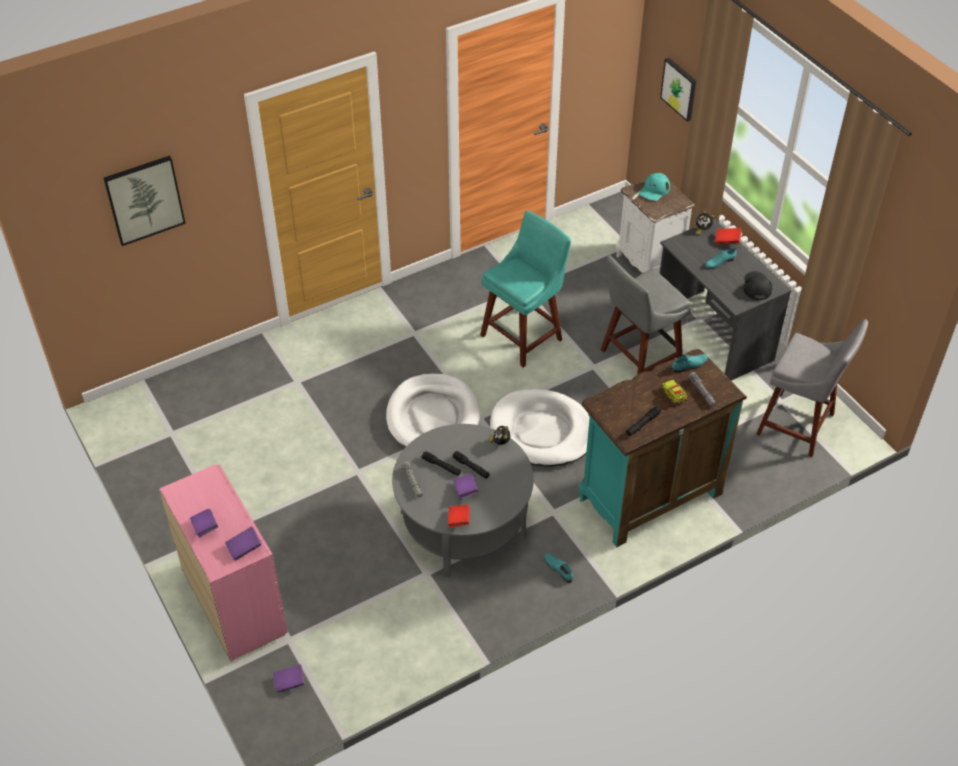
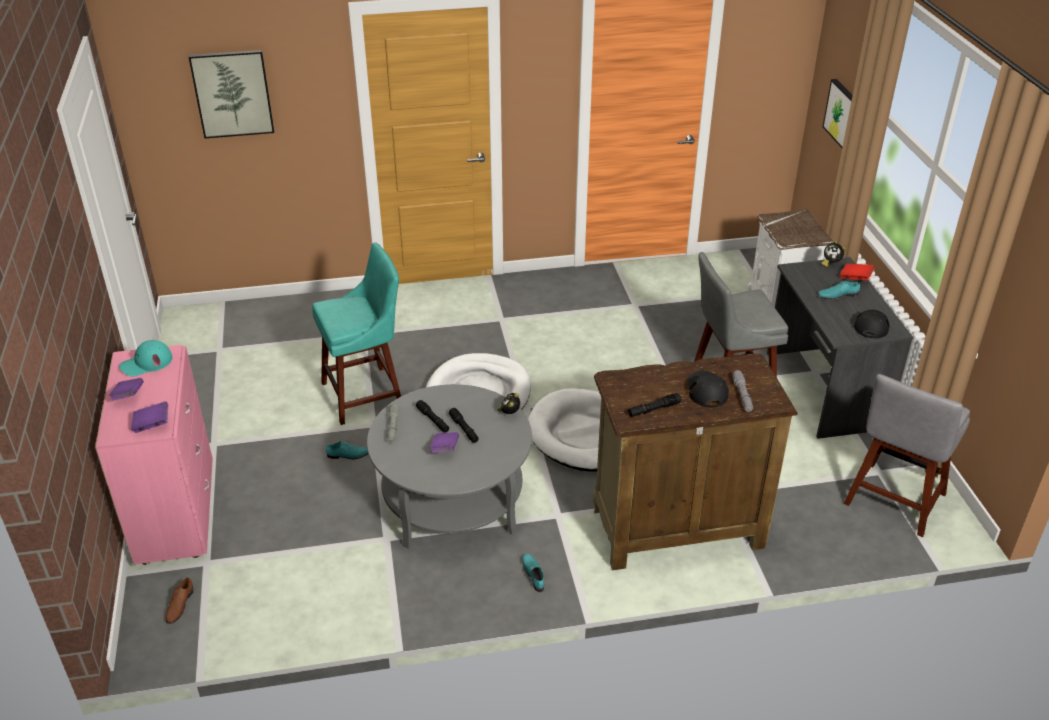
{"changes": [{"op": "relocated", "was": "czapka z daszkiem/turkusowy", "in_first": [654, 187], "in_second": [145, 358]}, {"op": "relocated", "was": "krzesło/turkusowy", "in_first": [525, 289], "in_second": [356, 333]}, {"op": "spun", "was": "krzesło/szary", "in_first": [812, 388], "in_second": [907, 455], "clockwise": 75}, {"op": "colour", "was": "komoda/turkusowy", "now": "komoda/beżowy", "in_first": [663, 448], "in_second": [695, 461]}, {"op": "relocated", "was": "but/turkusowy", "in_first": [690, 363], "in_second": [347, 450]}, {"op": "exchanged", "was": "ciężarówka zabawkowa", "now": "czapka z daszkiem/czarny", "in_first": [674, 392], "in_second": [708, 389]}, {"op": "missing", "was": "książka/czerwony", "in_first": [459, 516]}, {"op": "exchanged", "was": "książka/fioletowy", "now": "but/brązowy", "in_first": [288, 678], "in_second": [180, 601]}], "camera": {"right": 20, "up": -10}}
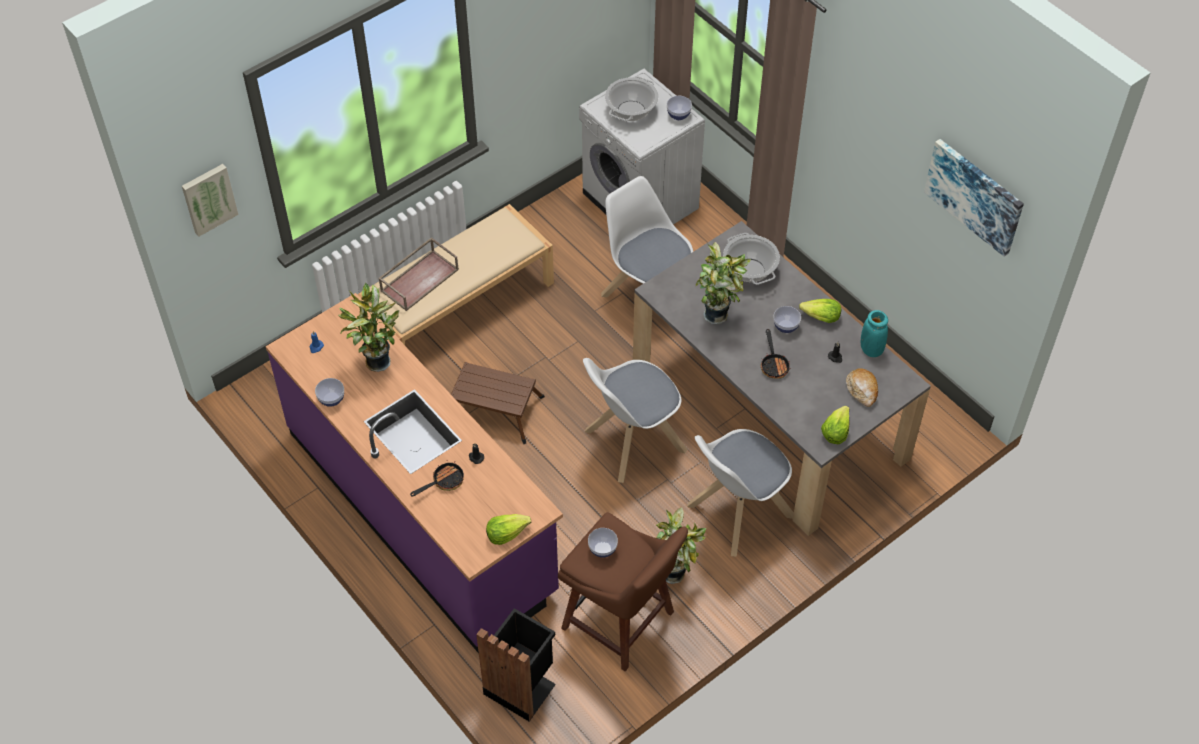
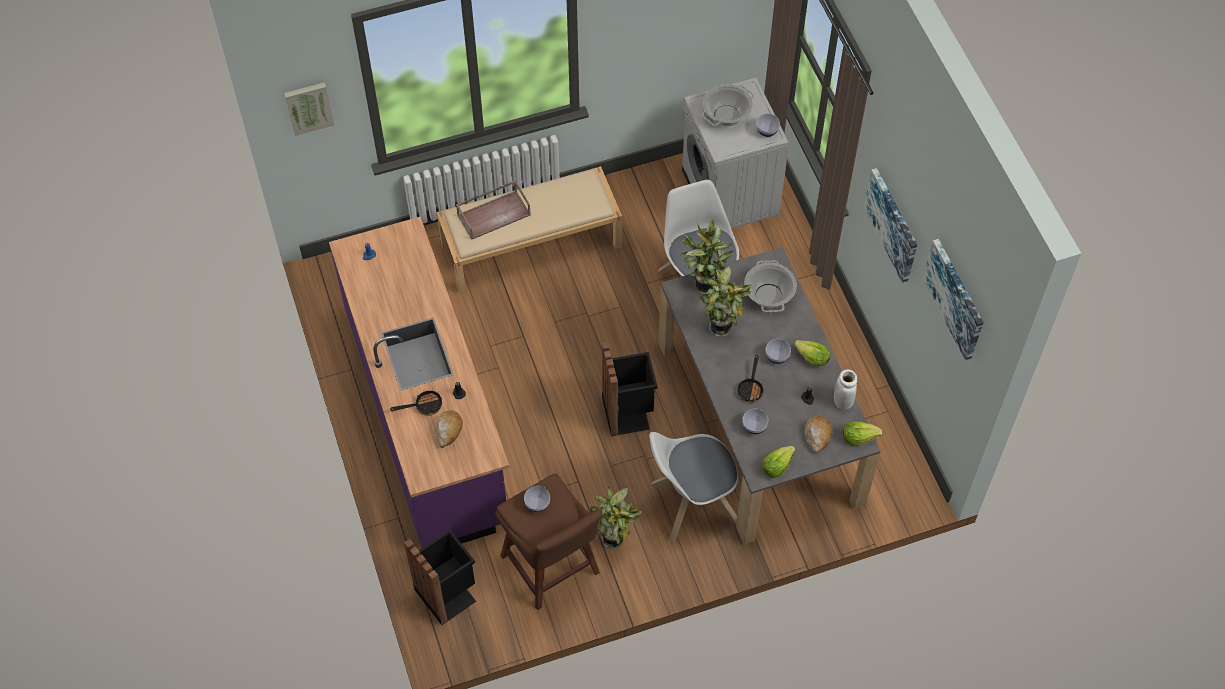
{"changes": [{"op": "relocated", "was": "roślina doniczkowa", "in_first": [368, 327], "in_second": [707, 257]}, {"op": "colour", "was": "wazon/turkusowy", "now": "wazon/biały", "in_first": [874, 333], "in_second": [845, 389]}, {"op": "exchanged", "was": "krzesło", "now": "kosz na śmieci/czarny", "in_first": [635, 420], "in_second": [629, 389]}, {"op": "missing", "was": "drabinka/brązowy", "in_first": [498, 403]}, {"op": "relocated", "was": "miska", "in_first": [329, 392], "in_second": [755, 421]}, {"op": "relocated", "was": "sałata", "in_first": [508, 529], "in_second": [863, 433]}, {"op": "appeared", "now": "obraz", "in_second": [890, 225]}, {"op": "appeared", "now": "chleb", "in_second": [448, 429]}], "camera": {"right": 20, "up": 5}}
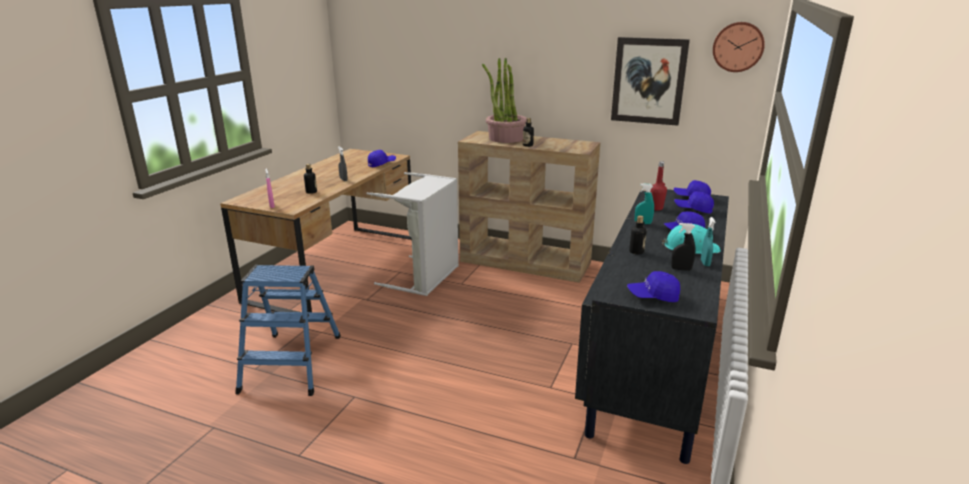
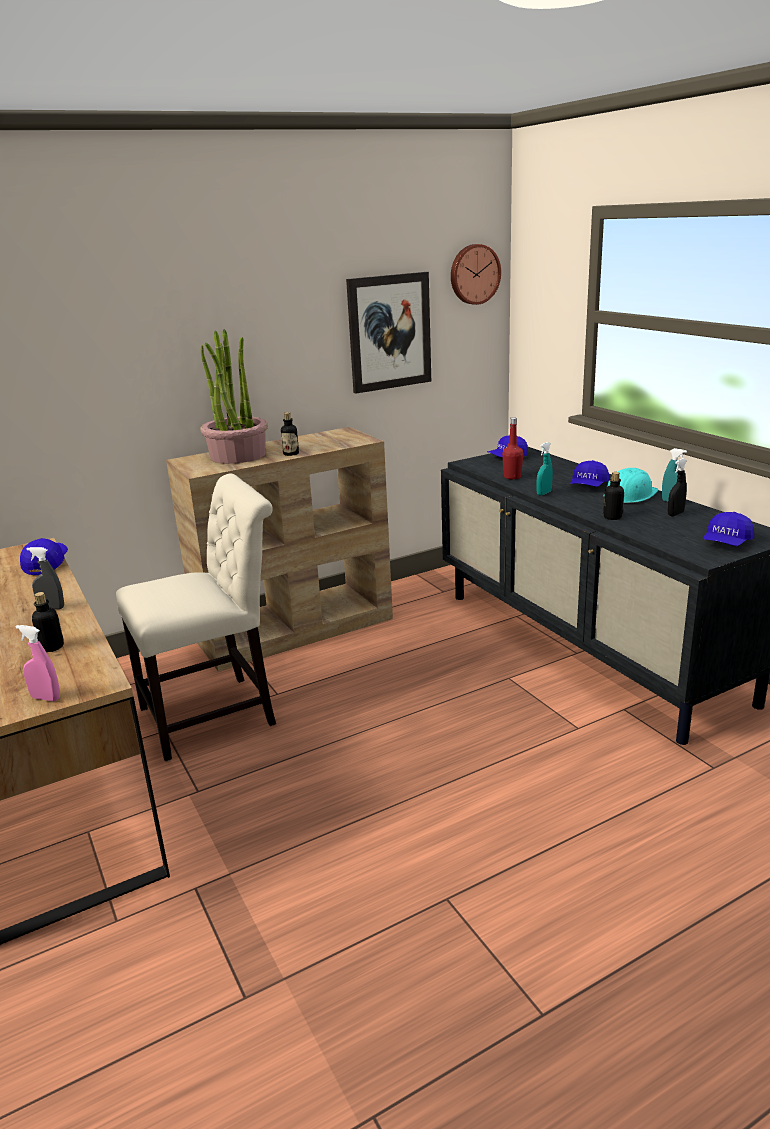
{"changes": [{"op": "exchanged", "was": "kosz na pranie/szary", "now": "krzesło/beżowy", "in_first": [412, 234], "in_second": [196, 617]}, {"op": "missing", "was": "czapka z daszkiem/niebieski", "in_first": [694, 202]}, {"op": "missing", "was": "drabinka/niebieski", "in_first": [288, 330]}], "camera": {"right": -50, "up": 0}}
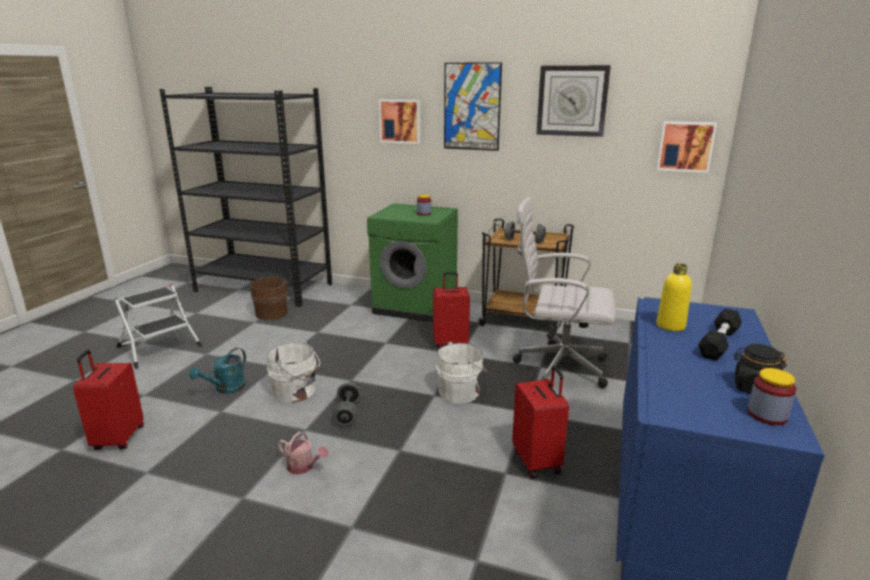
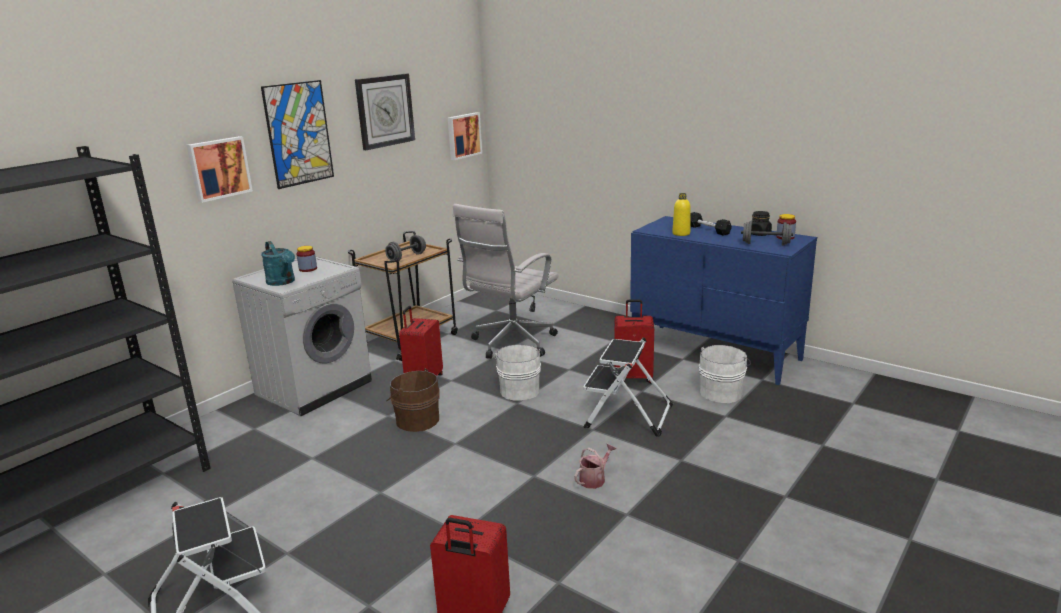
{"changes": [{"op": "colour", "was": "pralka/zielony", "now": "pralka/biały", "in_first": [412, 262], "in_second": [302, 336]}, {"op": "relocated", "was": "wiadro/brązowy", "in_first": [270, 298], "in_second": [413, 400]}, {"op": "relocated", "was": "wiadro/biały", "in_first": [293, 371], "in_second": [725, 374]}, {"op": "relocated", "was": "konewka/turkusowy", "in_first": [217, 371], "in_second": [278, 263]}, {"op": "relocated", "was": "hantel/szary", "in_first": [346, 404], "in_second": [767, 233]}, {"op": "appeared", "now": "drabinka", "in_second": [628, 387]}], "camera": {"right": -70, "up": 0}}
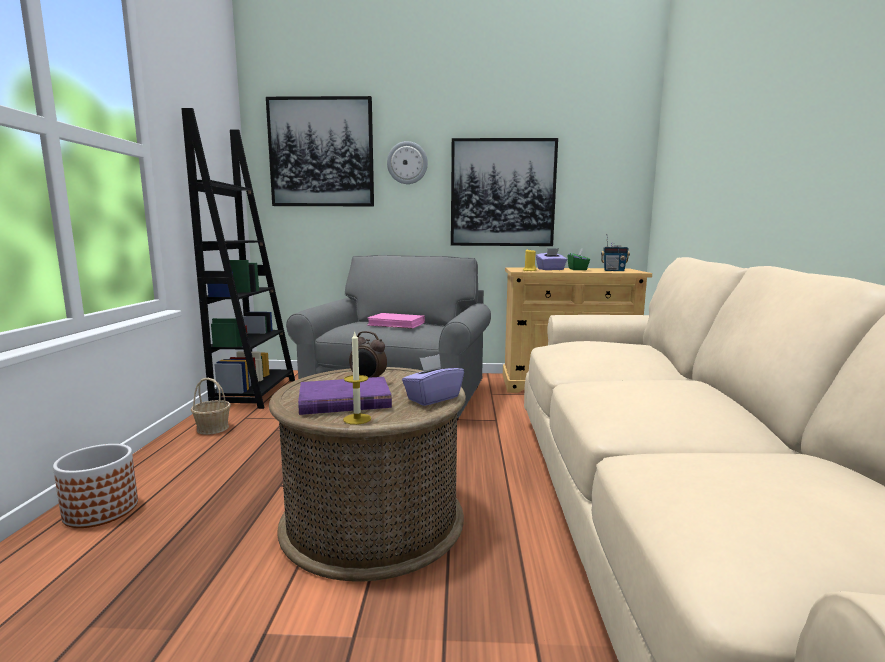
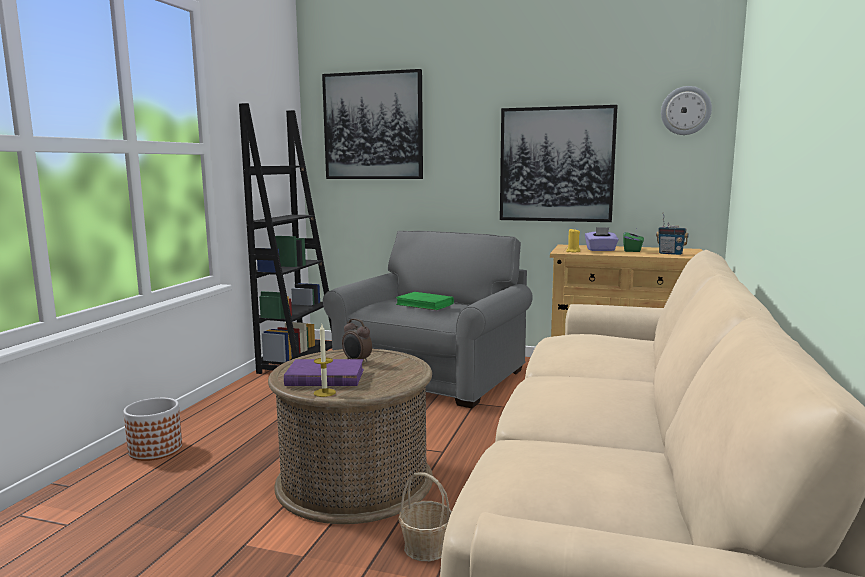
{"changes": [{"op": "relocated", "was": "zegar ścienny", "in_first": [407, 162], "in_second": [686, 110]}, {"op": "colour", "was": "książka/różowy", "now": "książka/zielony", "in_first": [396, 321], "in_second": [425, 301]}, {"op": "missing", "was": "pudełko chusteczek/fioletowy", "in_first": [433, 380]}, {"op": "relocated", "was": "koszyk", "in_first": [211, 406], "in_second": [425, 516]}], "camera": {"right": 15, "up": 0}}
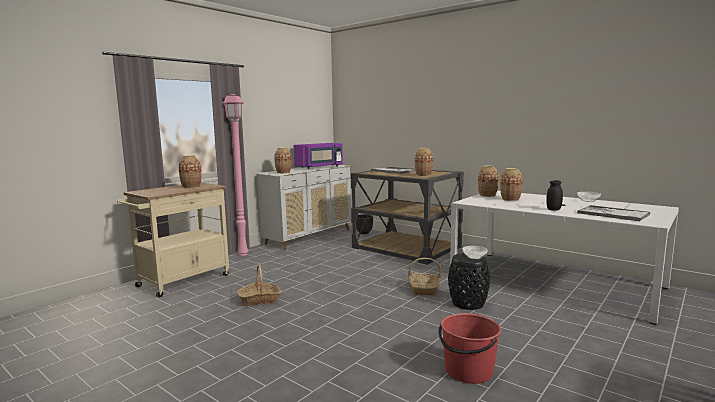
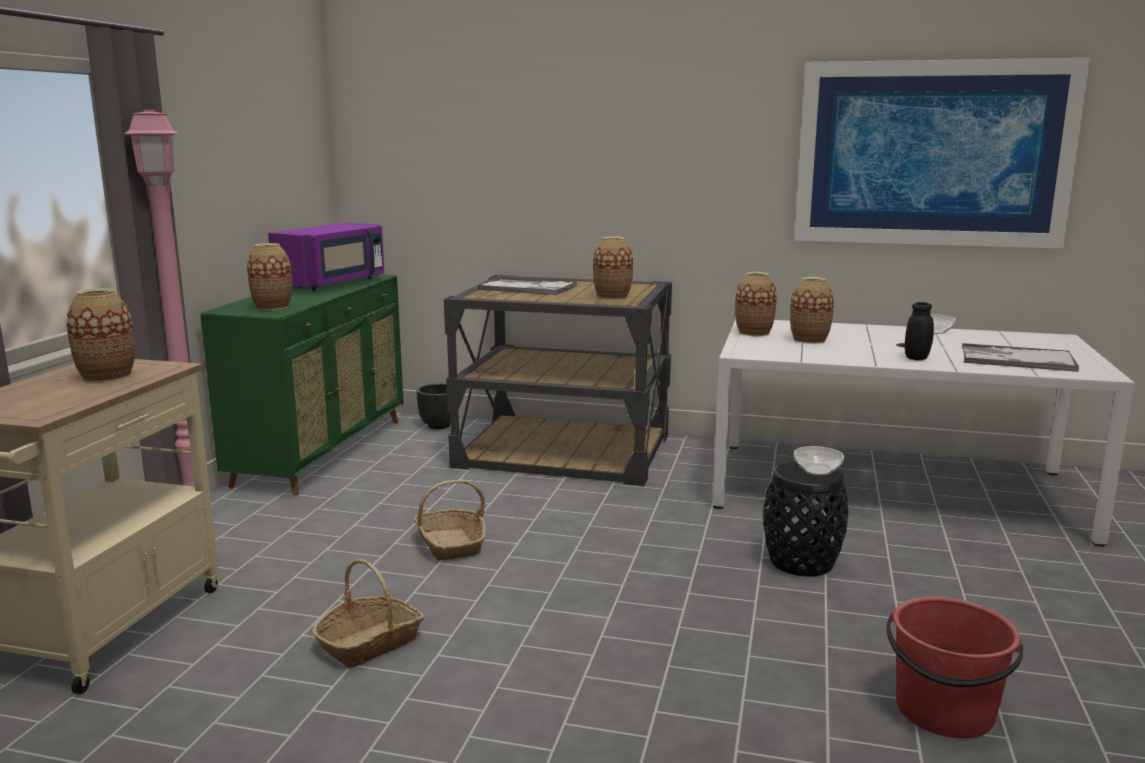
{"changes": [{"op": "colour", "was": "szafka/biały", "now": "szafka/zielony", "in_first": [304, 207], "in_second": [301, 384]}, {"op": "relocated", "was": "koszyk", "in_first": [424, 276], "in_second": [450, 520]}, {"op": "appeared", "now": "obraz", "in_second": [942, 153]}], "camera": {"right": -25, "up": 5}}
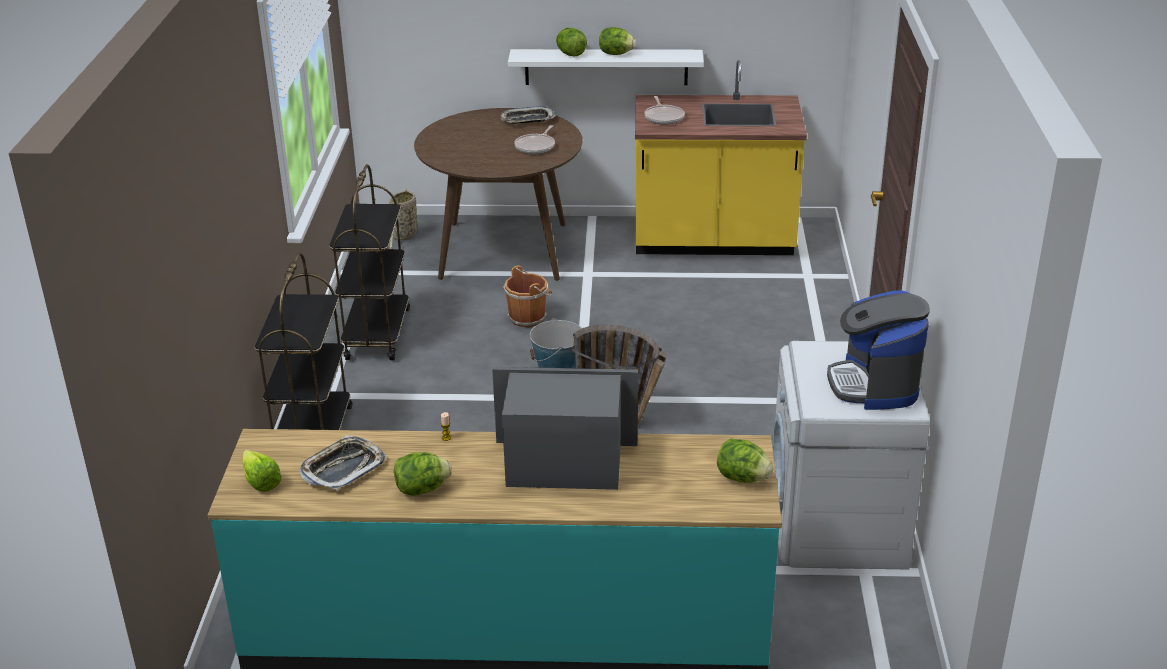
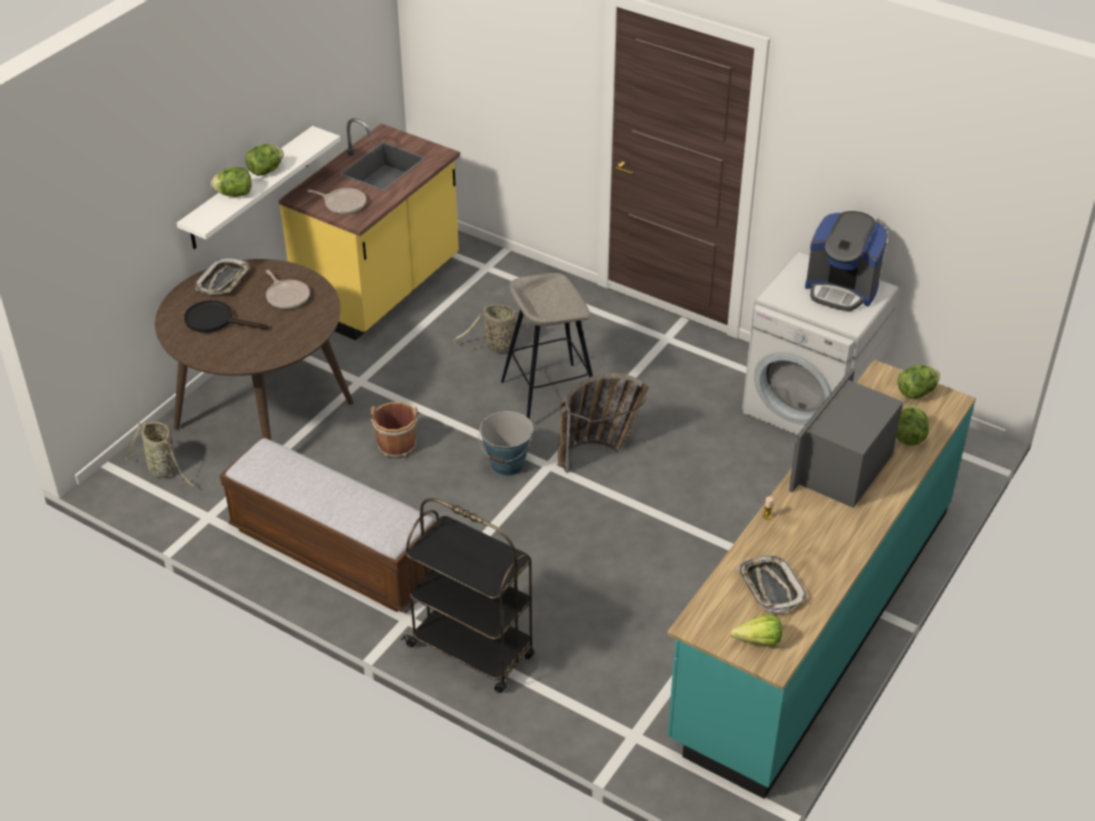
{"changes": [{"op": "exchanged", "was": "wózek/czarny", "now": "ławka", "in_first": [369, 262], "in_second": [328, 525]}, {"op": "relocated", "was": "sałata", "in_first": [423, 474], "in_second": [912, 426]}, {"op": "appeared", "now": "stołek/szary", "in_second": [547, 346]}, {"op": "appeared", "now": "patelnia/czarny", "in_second": [226, 316]}, {"op": "appeared", "now": "koszyk", "in_second": [493, 329]}], "camera": {"right": -60, "up": 10}}
